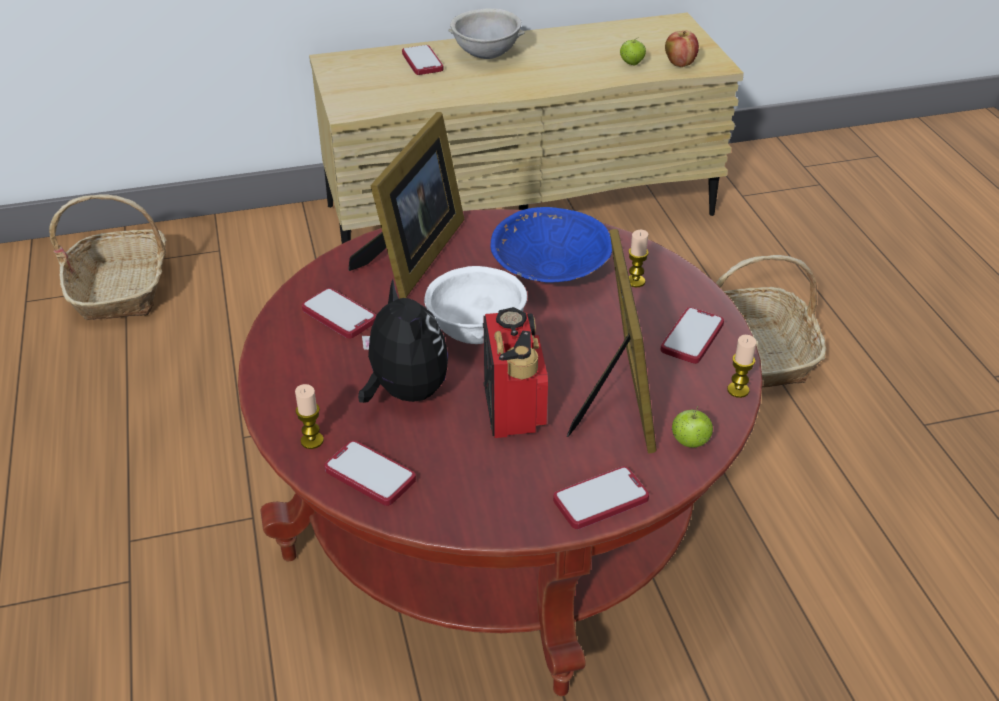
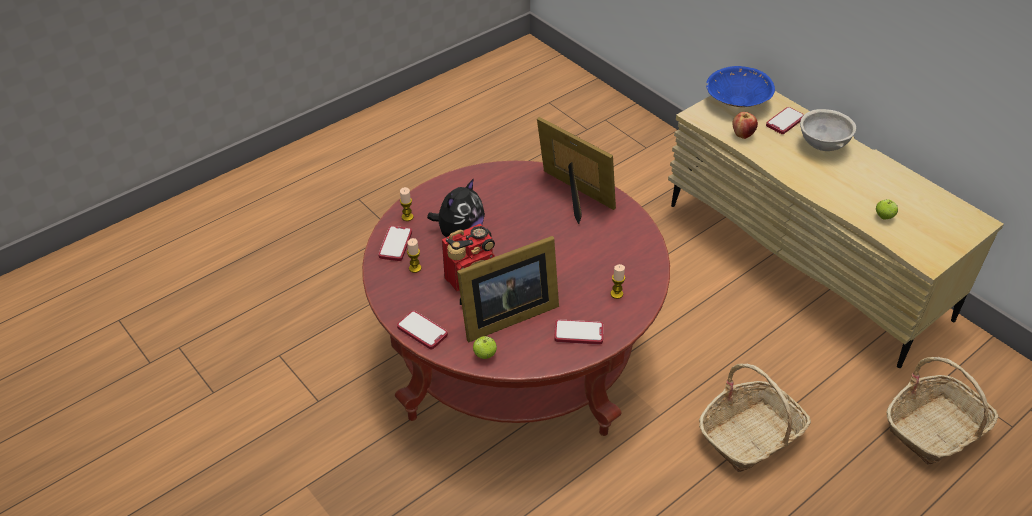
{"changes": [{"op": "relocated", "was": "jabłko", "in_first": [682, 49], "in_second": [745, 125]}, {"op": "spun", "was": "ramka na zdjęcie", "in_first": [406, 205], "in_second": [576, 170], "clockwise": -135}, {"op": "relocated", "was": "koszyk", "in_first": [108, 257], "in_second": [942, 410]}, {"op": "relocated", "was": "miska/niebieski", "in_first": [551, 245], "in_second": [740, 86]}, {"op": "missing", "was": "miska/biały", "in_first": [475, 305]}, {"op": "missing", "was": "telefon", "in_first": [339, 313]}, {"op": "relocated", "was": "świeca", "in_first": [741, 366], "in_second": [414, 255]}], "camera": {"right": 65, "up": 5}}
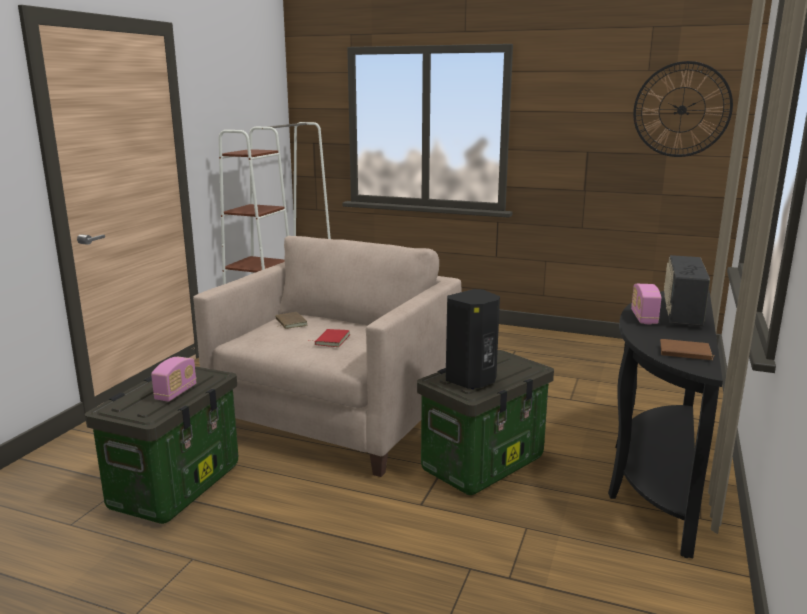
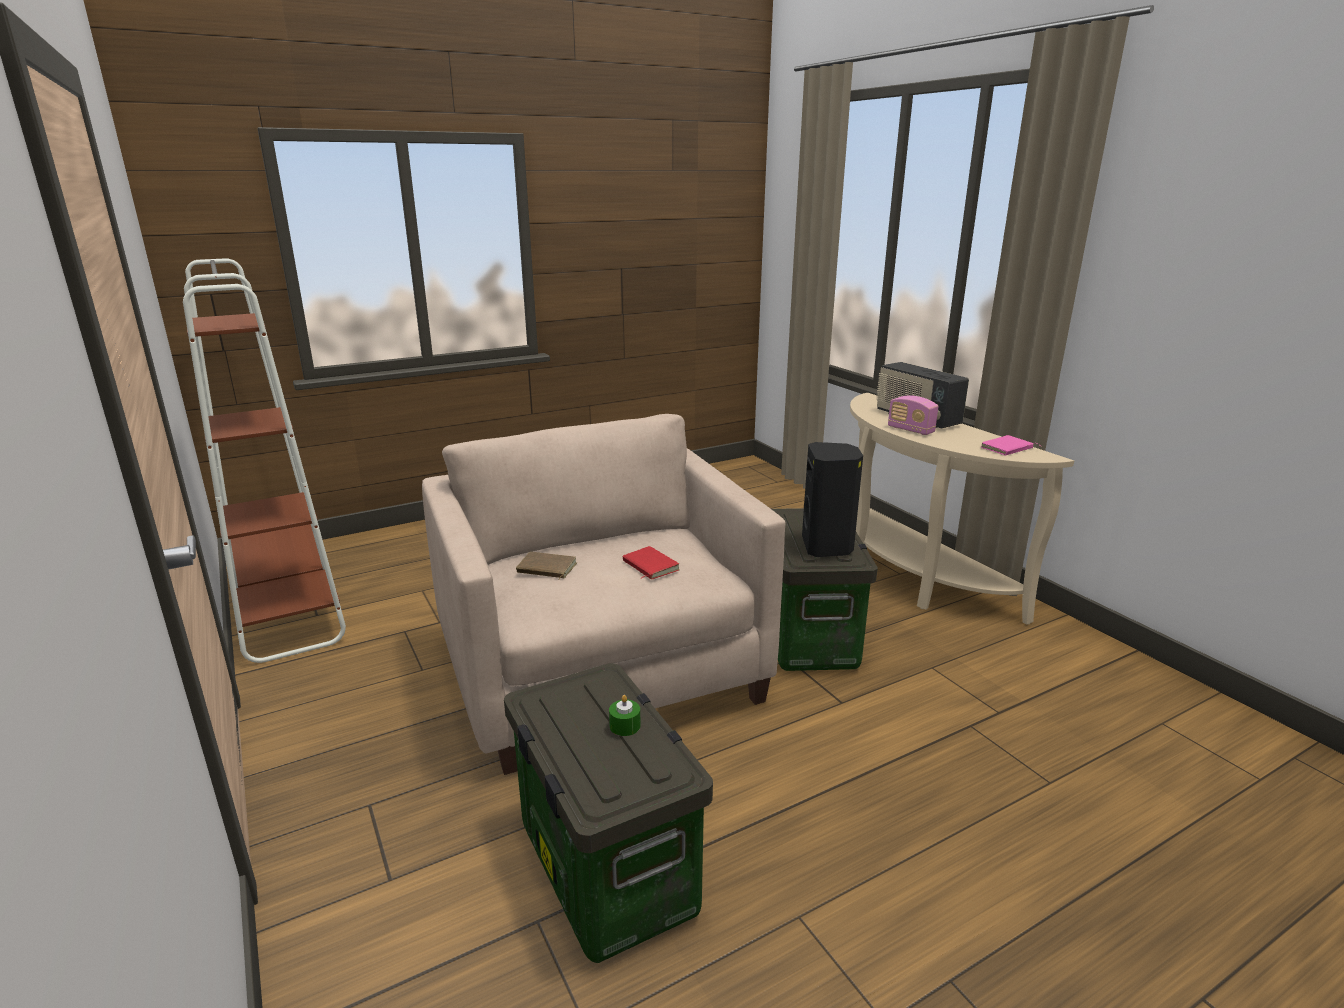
{"changes": [{"op": "missing", "was": "zegar ścienny", "in_first": [683, 109]}, {"op": "colour", "was": "stolik konsolowy/czarny", "now": "stolik konsolowy/beżowy", "in_first": [665, 424], "in_second": [962, 509]}, {"op": "colour", "was": "książka/brązowy", "now": "książka/różowy", "in_first": [687, 349], "in_second": [1011, 445]}, {"op": "exchanged", "was": "radio", "now": "świeca/zielony", "in_first": [173, 379], "in_second": [625, 715]}], "camera": {"right": -50, "up": 5}}
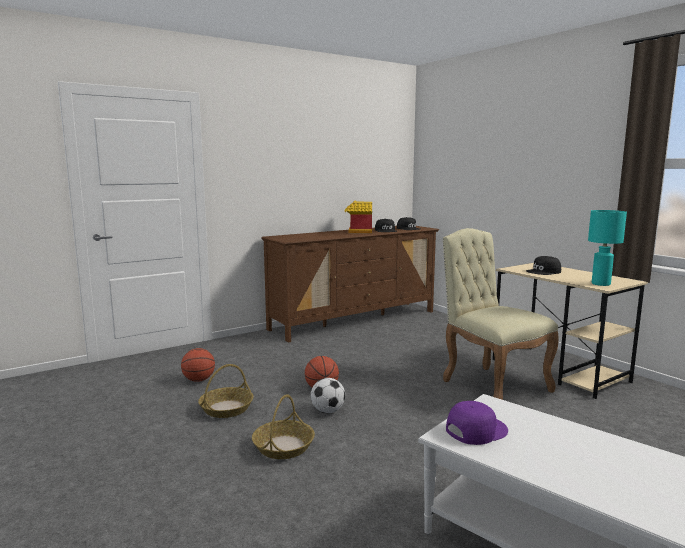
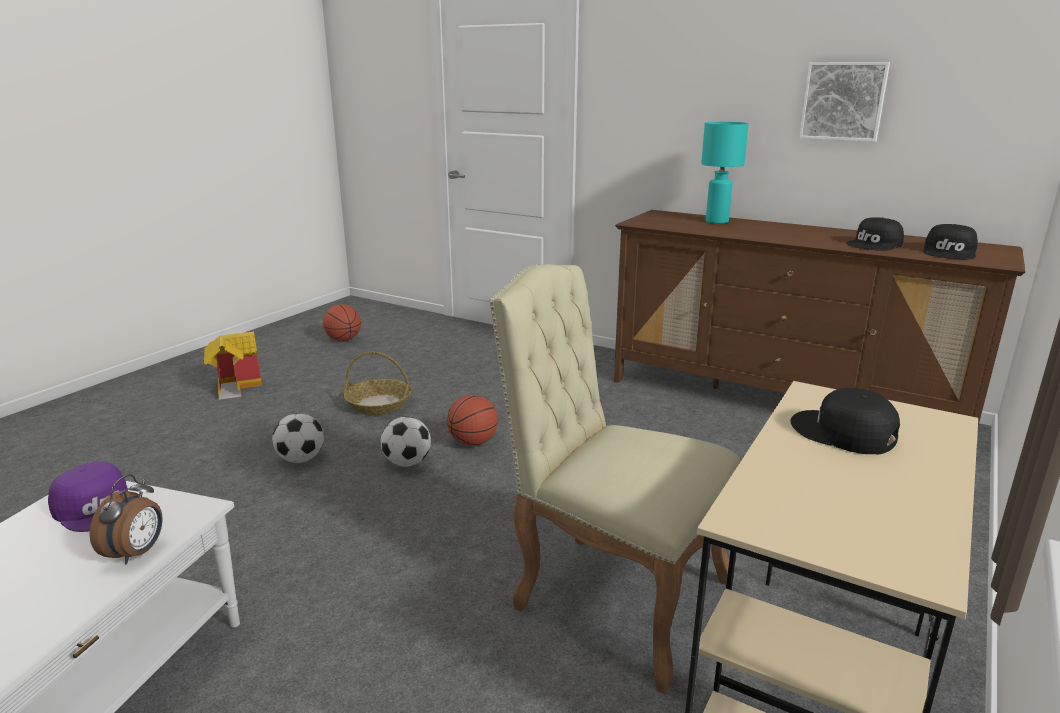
{"changes": [{"op": "relocated", "was": "domek", "in_first": [358, 217], "in_second": [233, 366]}, {"op": "relocated", "was": "lampa stołowa/turkusowy", "in_first": [607, 248], "in_second": [725, 173]}, {"op": "spun", "was": "krzesło/beżowy", "in_first": [501, 314], "in_second": [615, 479], "clockwise": -90}, {"op": "relocated", "was": "piłka do koszykówki", "in_first": [198, 365], "in_second": [342, 322]}, {"op": "exchanged", "was": "koszyk", "now": "piłka futbolowa", "in_first": [283, 426], "in_second": [298, 438]}, {"op": "appeared", "now": "obraz", "in_second": [844, 102]}, {"op": "appeared", "now": "budzik", "in_second": [126, 519]}], "camera": {"right": 65, "up": 10}}
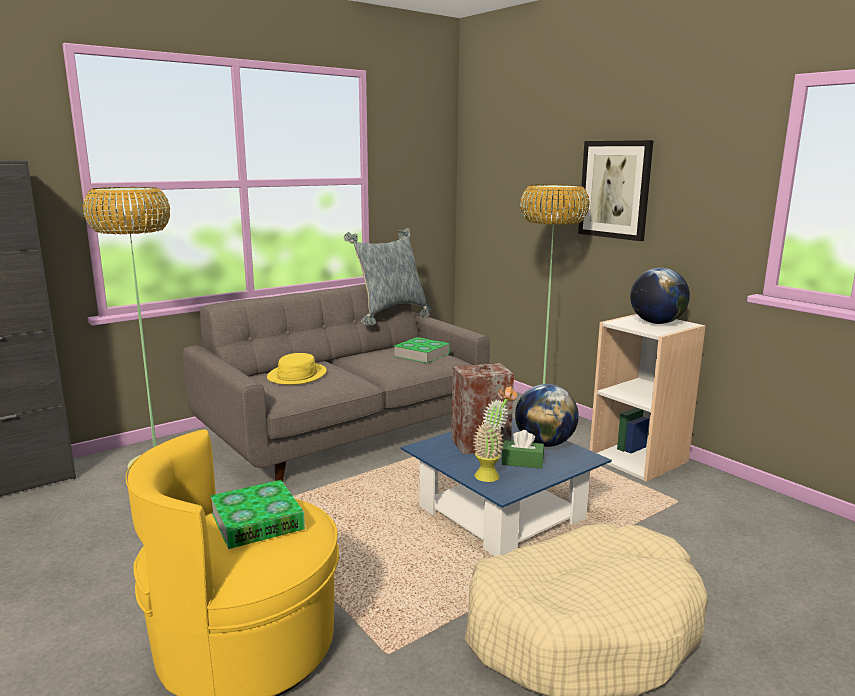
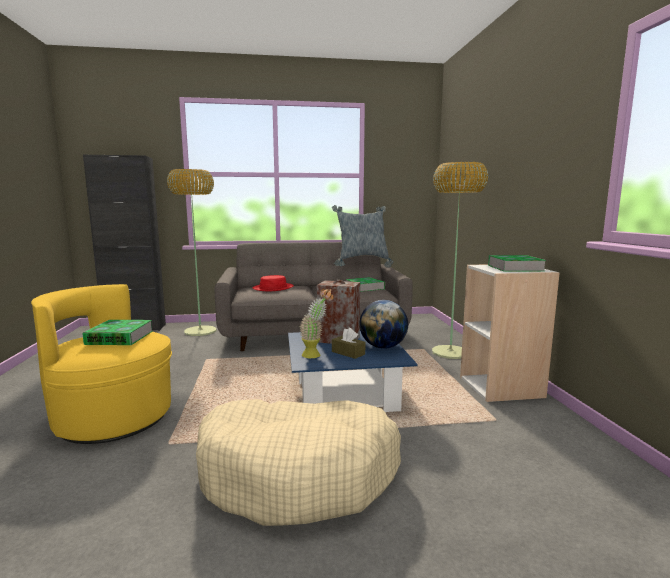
{"changes": [{"op": "missing", "was": "obraz", "in_first": [616, 190]}, {"op": "exchanged", "was": "globus", "now": "książka", "in_first": [660, 296], "in_second": [517, 263]}, {"op": "colour", "was": "kapelusz/żółty", "now": "kapelusz/czerwony", "in_first": [297, 369], "in_second": [273, 283]}, {"op": "colour", "was": "pudełko chusteczek/zielony", "now": "pudełko chusteczek/brązowy", "in_first": [523, 449], "in_second": [348, 343]}], "camera": {"right": 30, "up": -5}}
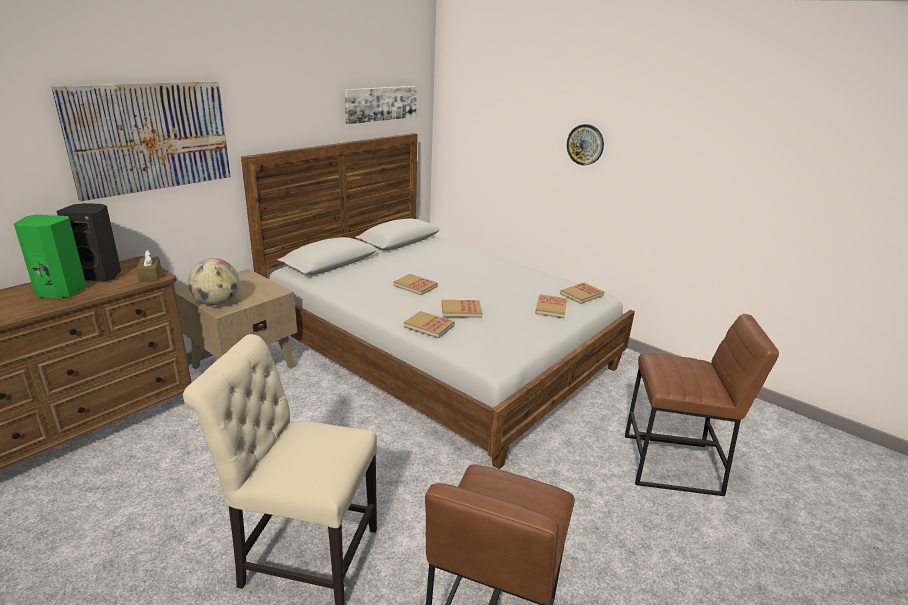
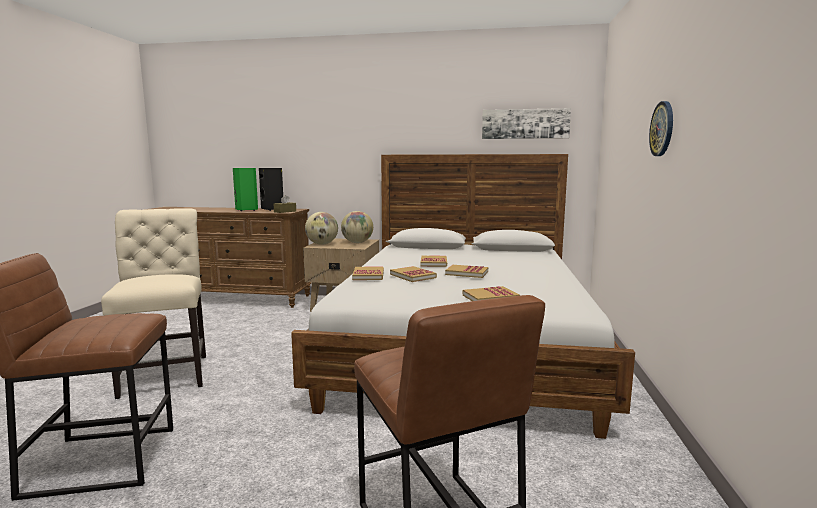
{"changes": [{"op": "missing", "was": "obraz", "in_first": [141, 141]}, {"op": "relocated", "was": "książka", "in_first": [582, 293], "in_second": [466, 271]}, {"op": "appeared", "now": "globus", "in_second": [357, 227]}], "camera": {"right": 60, "up": -15}}
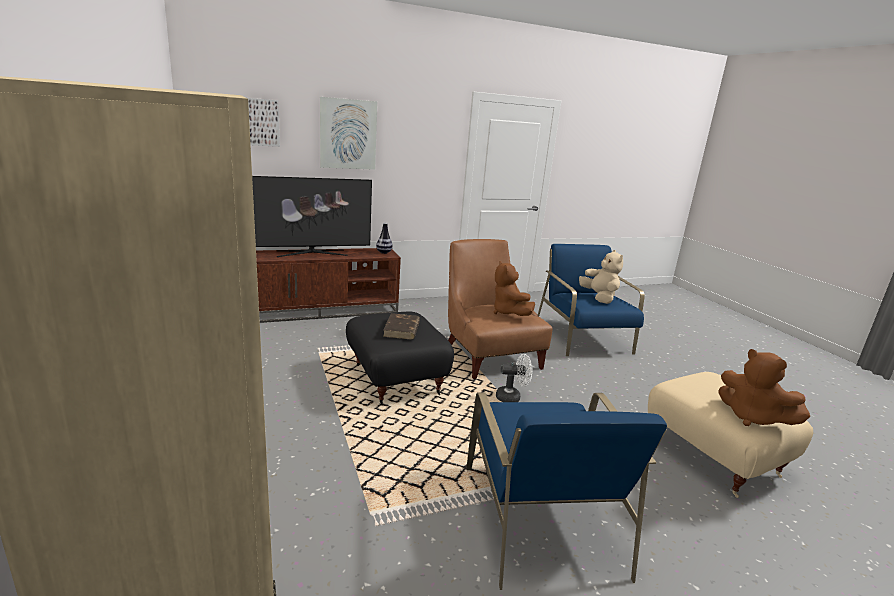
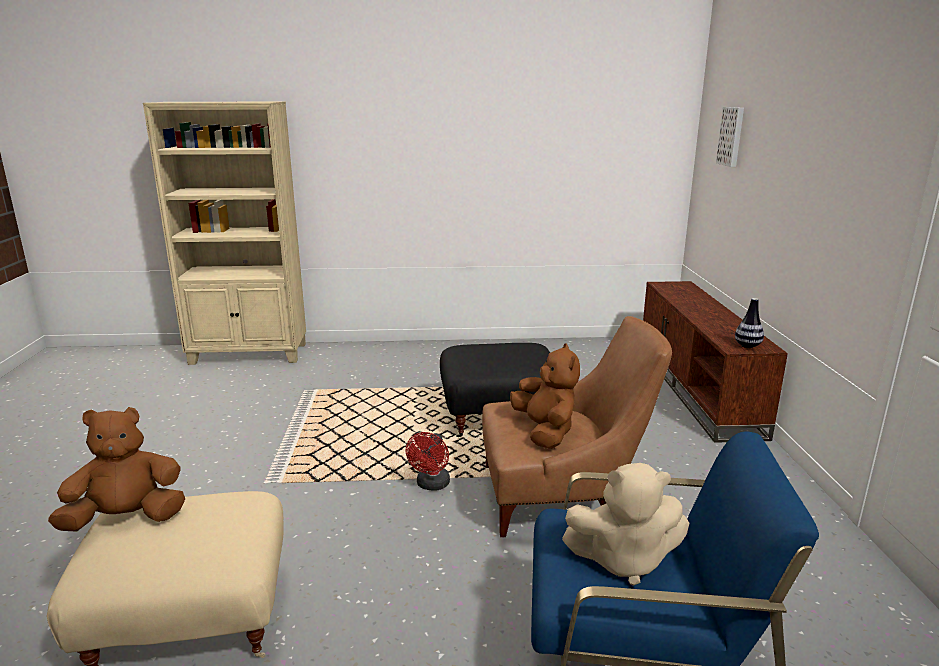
{"changes": [{"op": "missing", "was": "obraz", "in_first": [348, 133]}, {"op": "missing", "was": "telewizor", "in_first": [312, 216]}, {"op": "spun", "was": "pluszak/brązowy", "in_first": [514, 288], "in_second": [545, 396], "clockwise": 75}, {"op": "missing", "was": "książka/brązowy", "in_first": [401, 326]}, {"op": "colour", "was": "wentylator/biały", "now": "wentylator/czerwony", "in_first": [514, 378], "in_second": [428, 461]}, {"op": "missing", "was": "fotel/niebieski", "in_first": [566, 491]}], "camera": {"right": 110, "up": 0}}
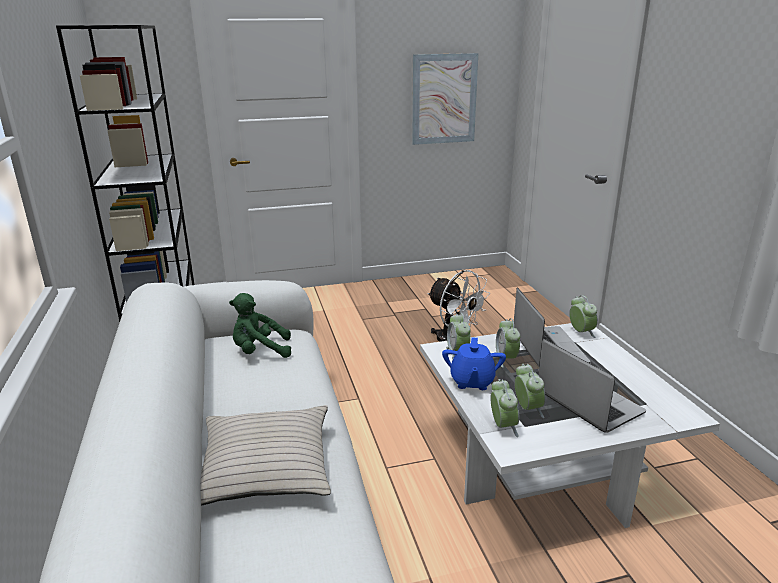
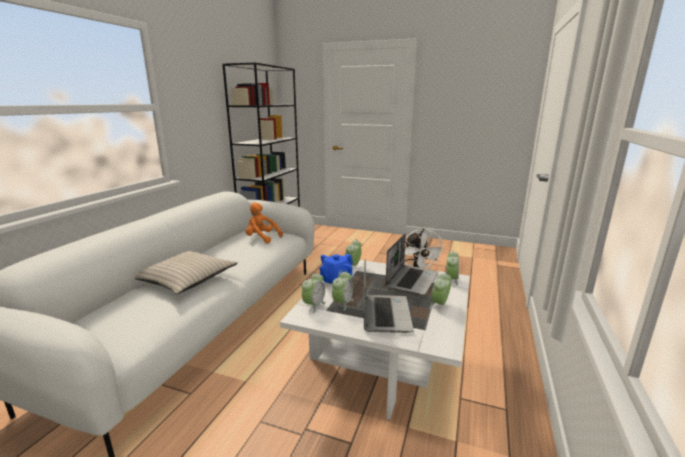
{"changes": [{"op": "missing", "was": "obraz", "in_first": [445, 99]}, {"op": "colour", "was": "pluszak/zielony", "now": "pluszak/pomarańczowy", "in_first": [260, 325], "in_second": [264, 222]}, {"op": "relocated", "was": "budzik", "in_first": [507, 343], "in_second": [440, 290]}], "camera": {"right": 35, "up": -5}}
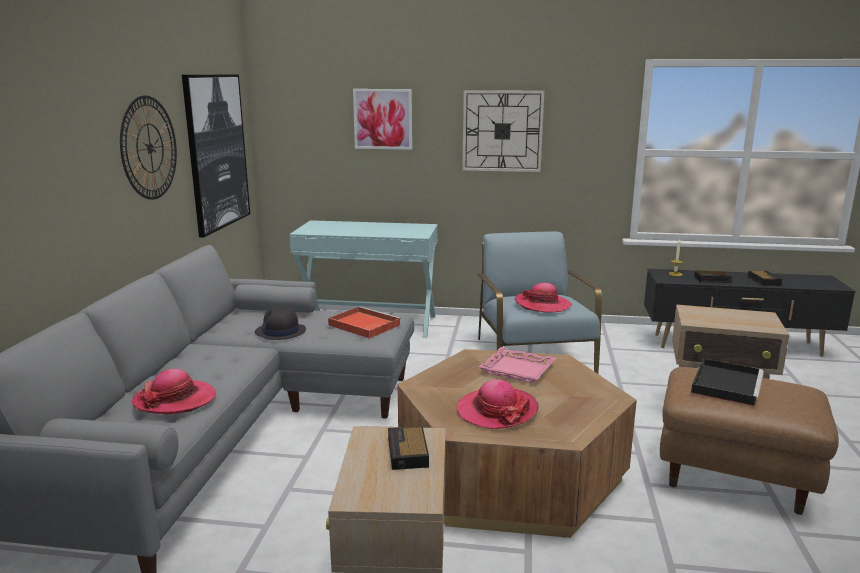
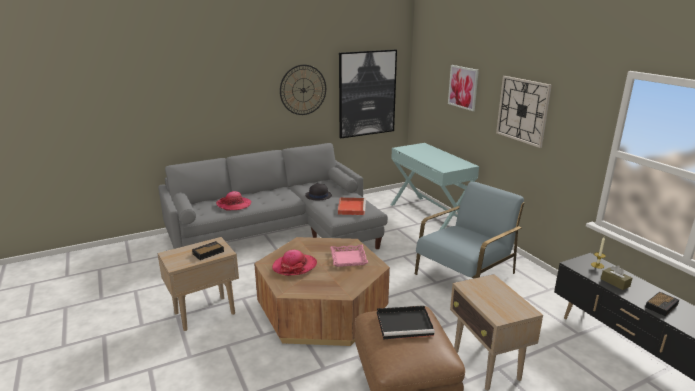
{"changes": [{"op": "exchanged", "was": "budzik", "now": "pudełko chusteczek/brązowy", "in_first": [713, 277], "in_second": [616, 277]}, {"op": "missing", "was": "kapelusz", "in_first": [543, 298]}], "camera": {"right": 55, "up": 5}}
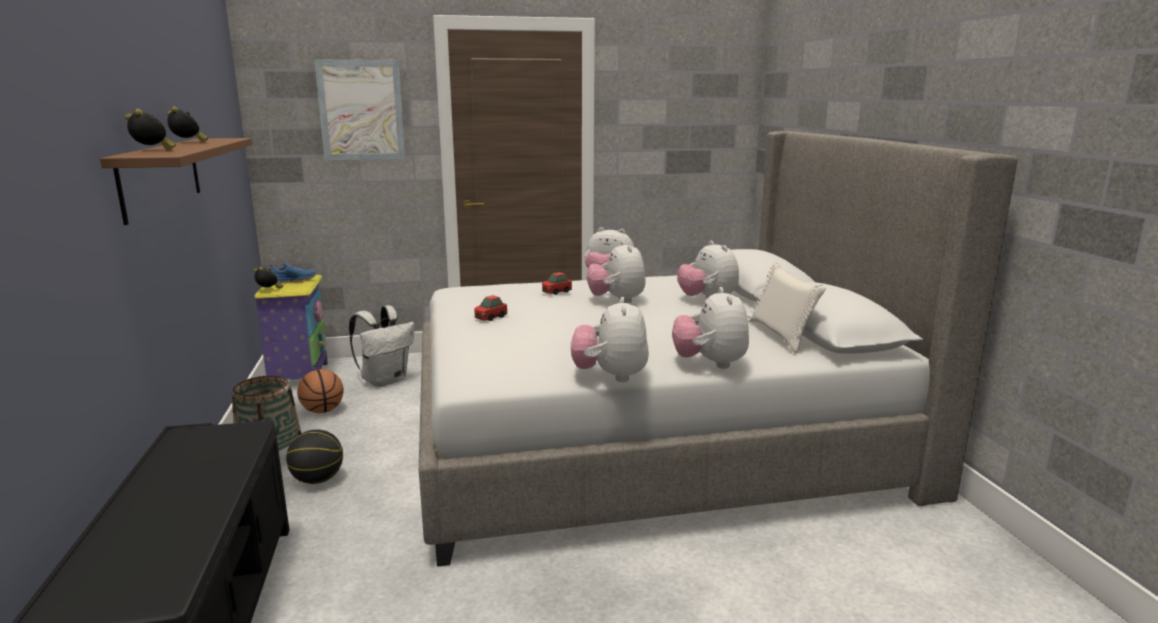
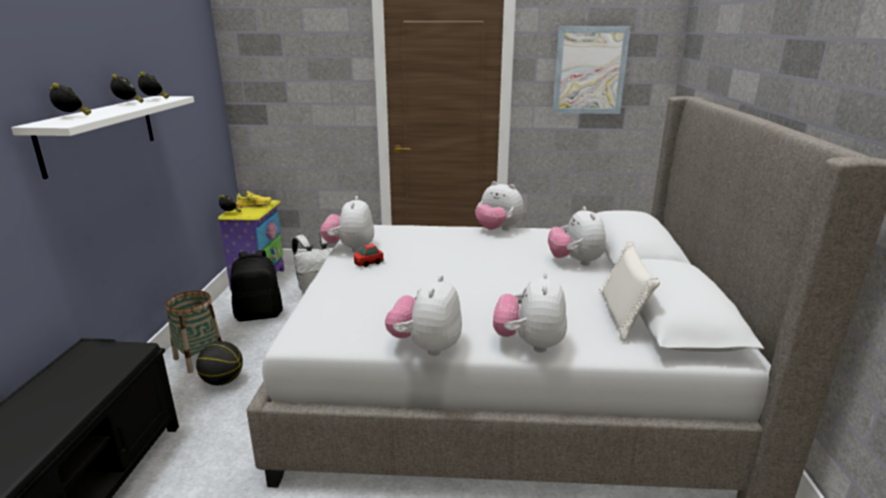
{"changes": [{"op": "relocated", "was": "obraz", "in_first": [360, 109], "in_second": [591, 70]}, {"op": "colour", "was": "półka/brązowy", "now": "półka/biały", "in_first": [176, 181], "in_second": [102, 137]}, {"op": "relocated", "was": "pluszak", "in_first": [616, 272], "in_second": [347, 224]}, {"op": "colour", "was": "but/niebieski", "now": "but/żółty", "in_first": [292, 273], "in_second": [253, 199]}, {"op": "missing", "was": "samochodzik", "in_first": [557, 283]}, {"op": "exchanged", "was": "piłka do koszykówki", "now": "plecak/czarny", "in_first": [320, 391], "in_second": [256, 285]}, {"op": "appeared", "now": "budzik", "in_second": [153, 85]}], "camera": {"right": 15, "up": 5}}
